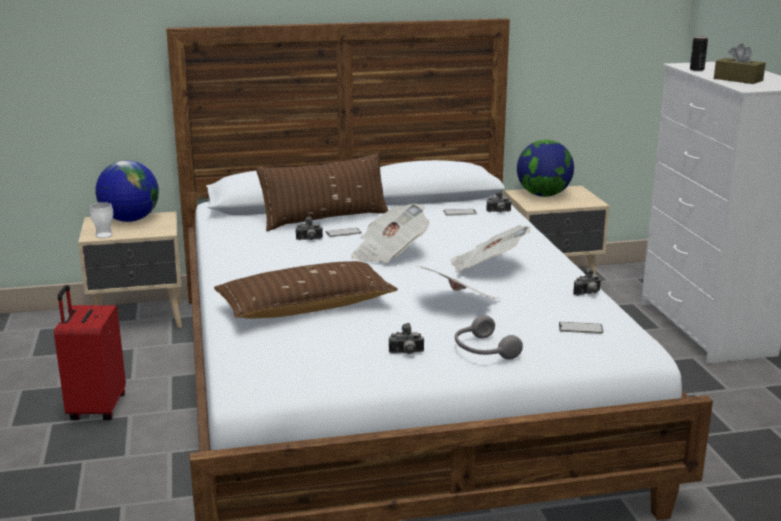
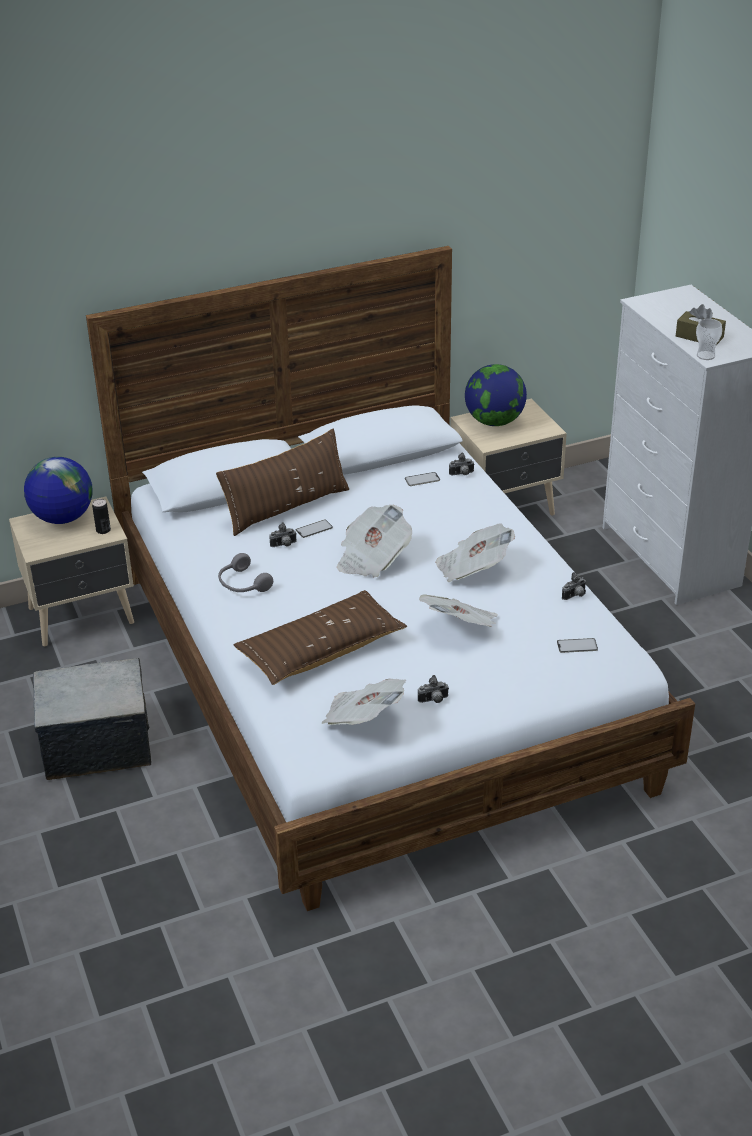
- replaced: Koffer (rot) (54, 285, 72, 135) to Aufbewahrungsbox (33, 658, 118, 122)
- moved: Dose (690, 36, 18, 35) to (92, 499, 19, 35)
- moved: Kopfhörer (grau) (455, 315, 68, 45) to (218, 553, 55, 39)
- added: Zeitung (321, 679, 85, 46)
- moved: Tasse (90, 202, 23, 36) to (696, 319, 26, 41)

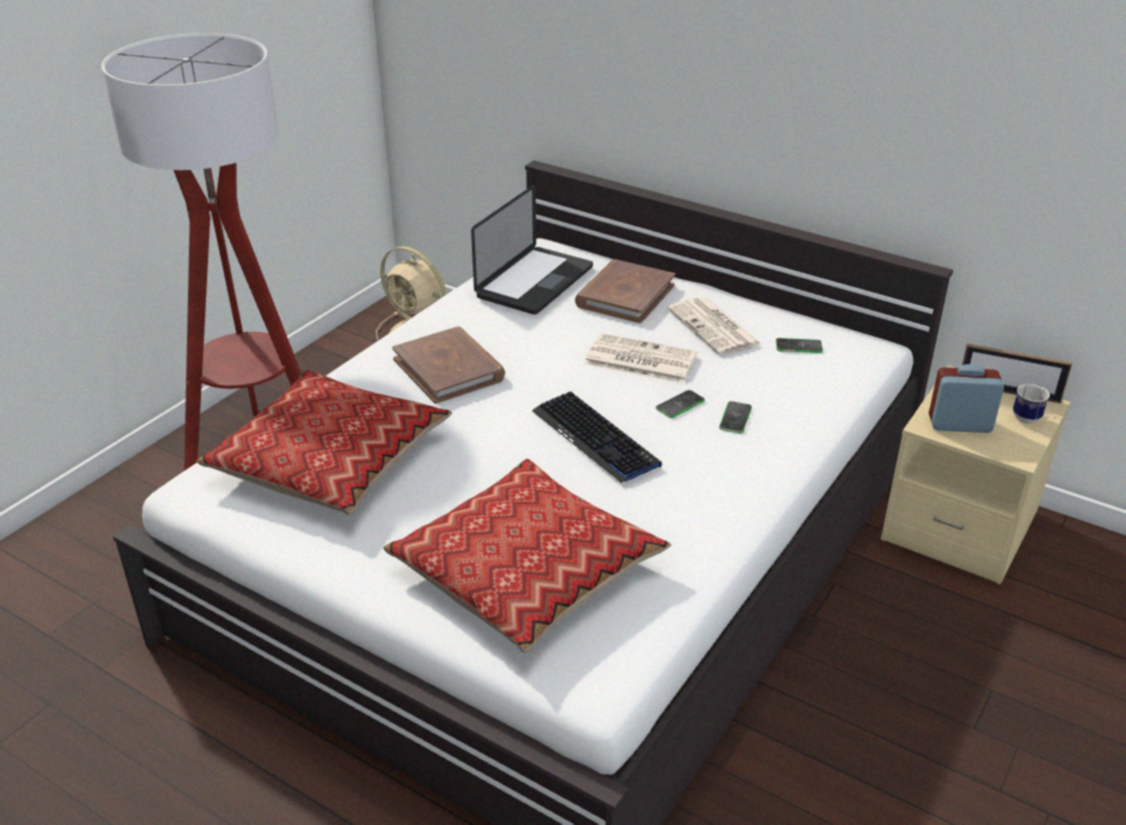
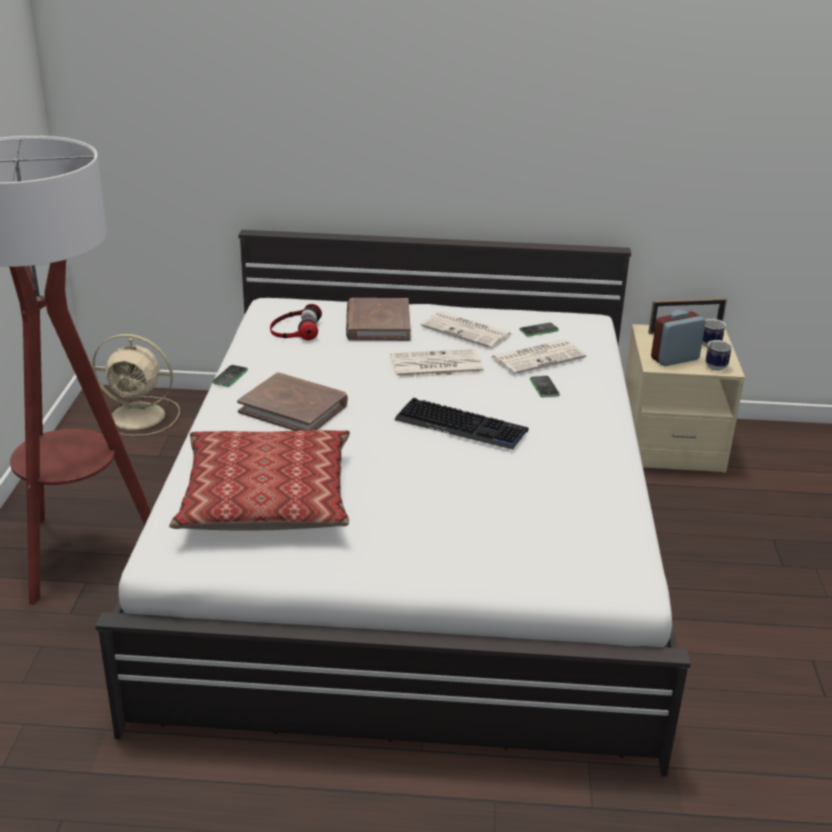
- moved: Handy (656, 390, 49, 28) to (212, 365, 36, 22)
- replaced: Laptop (471, 185, 122, 130) to Kopfhörer (270, 304, 52, 36)
- added: Zeitung (489, 340, 97, 34)
- added: Henkelbecher (706, 340, 26, 31)
- removed: Kissen (383, 458, 288, 195)

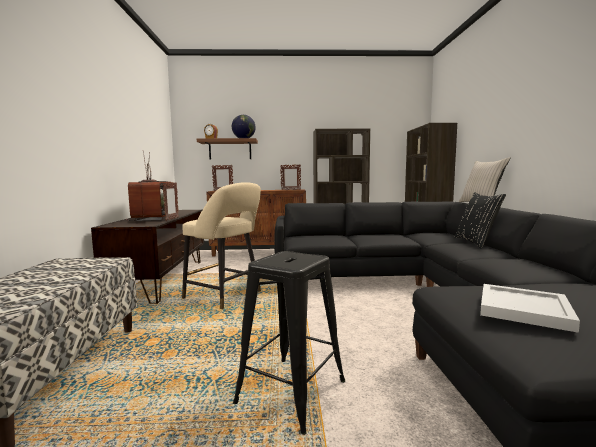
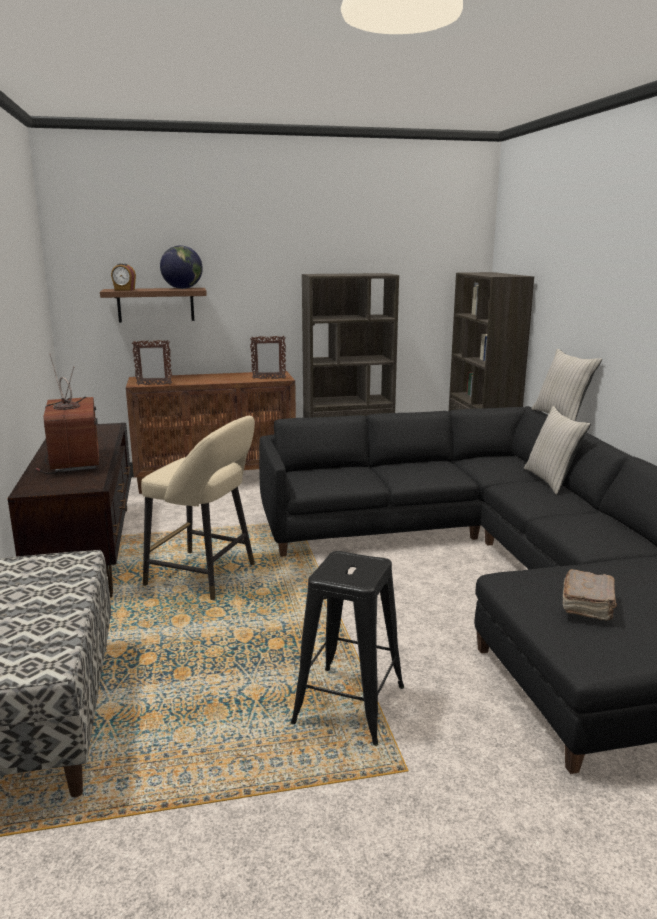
- recoloured: Kissen (schwarz) (455, 192, 51, 57) to Kissen (beige) (524, 406, 67, 89)
- replaced: Tablett (weiß) (480, 284, 100, 49) to Buch (braun) (563, 569, 54, 51)
- removed: Bilderrahmen (163, 182, 16, 39)

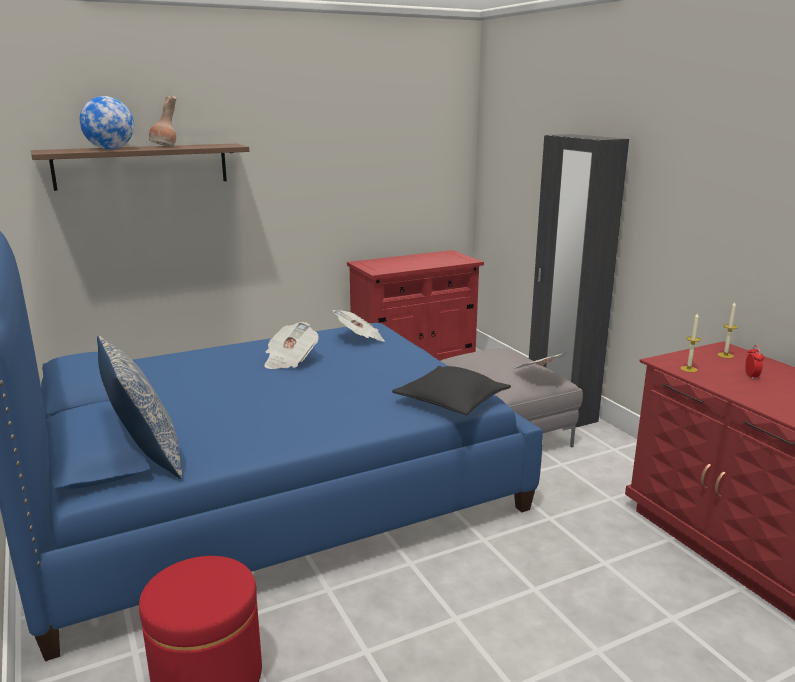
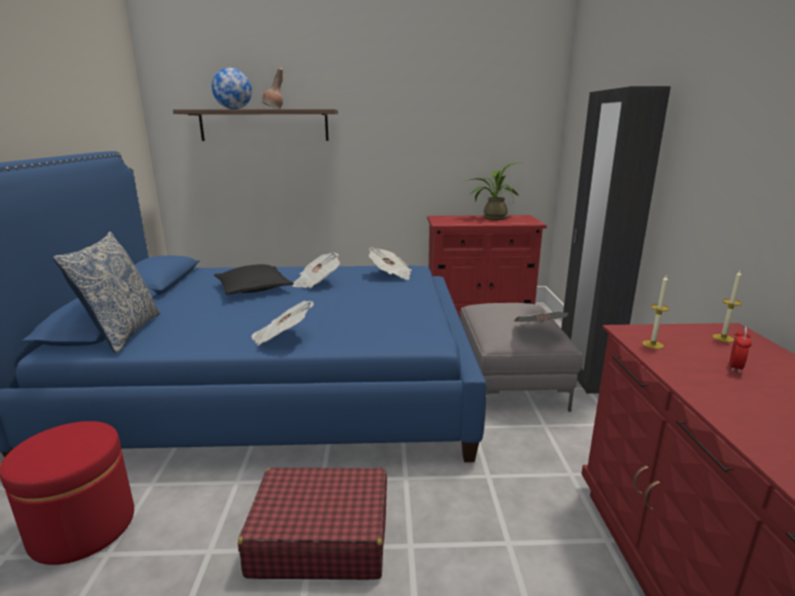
- moved: Kissen (schwarz) (392, 366, 119, 49) to (214, 264, 80, 30)
- added: Koffer (rot) (238, 468, 149, 112)
- added: Zeitung (251, 301, 63, 45)
- added: Topfpflanze (466, 162, 55, 58)

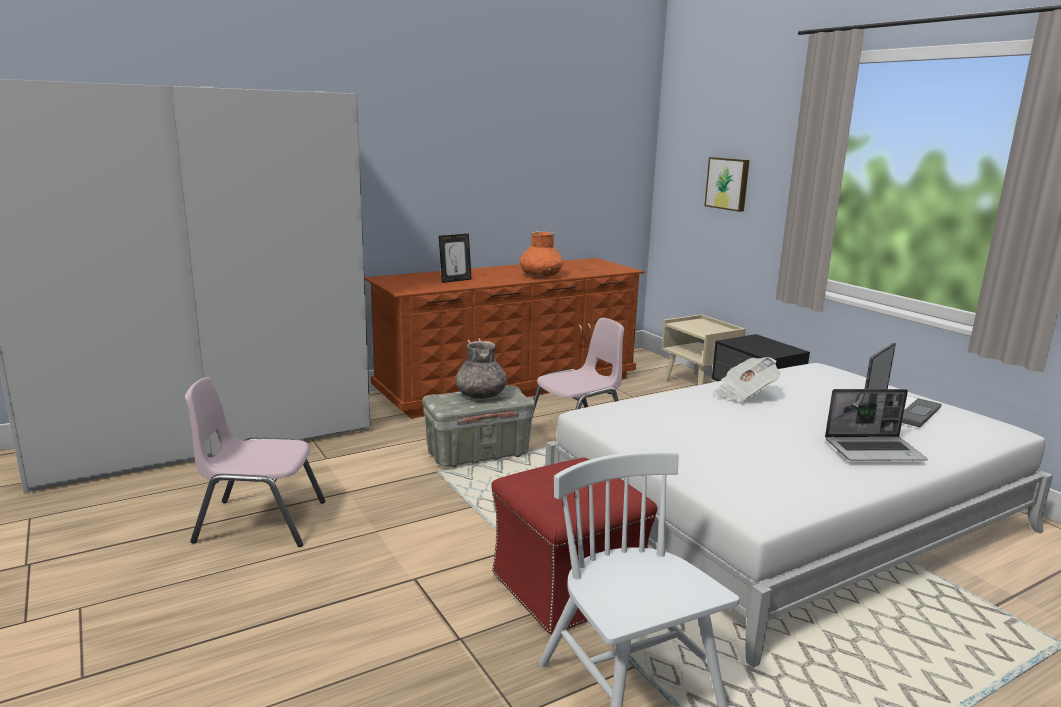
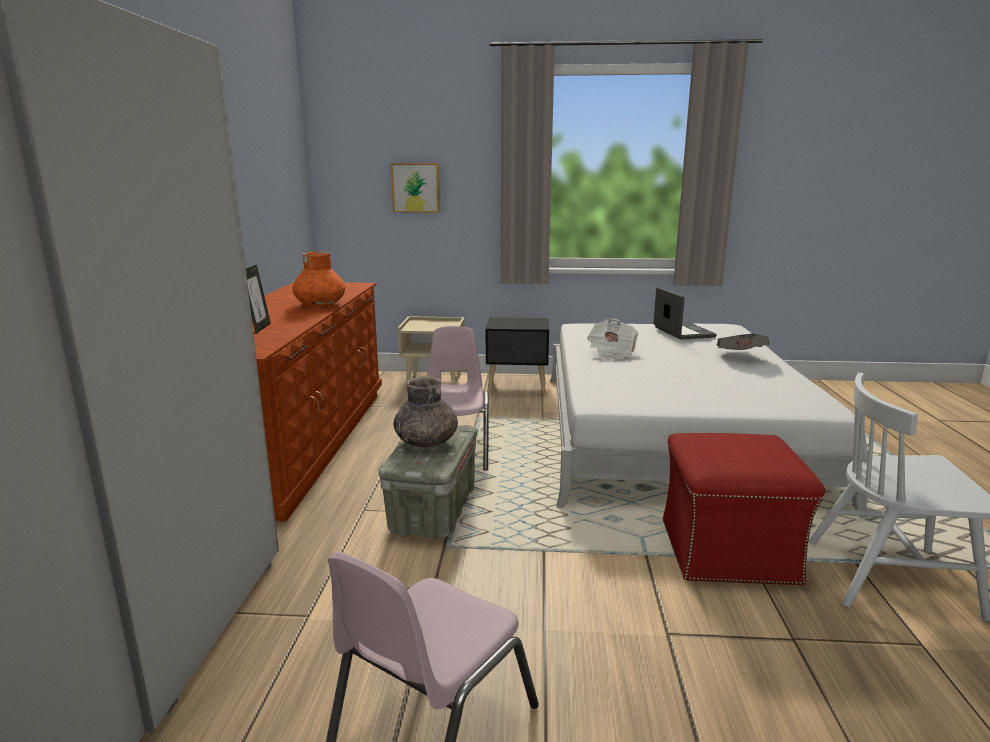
- replaced: Laptop (825, 389, 103, 72) to Zeitung (717, 334, 53, 16)

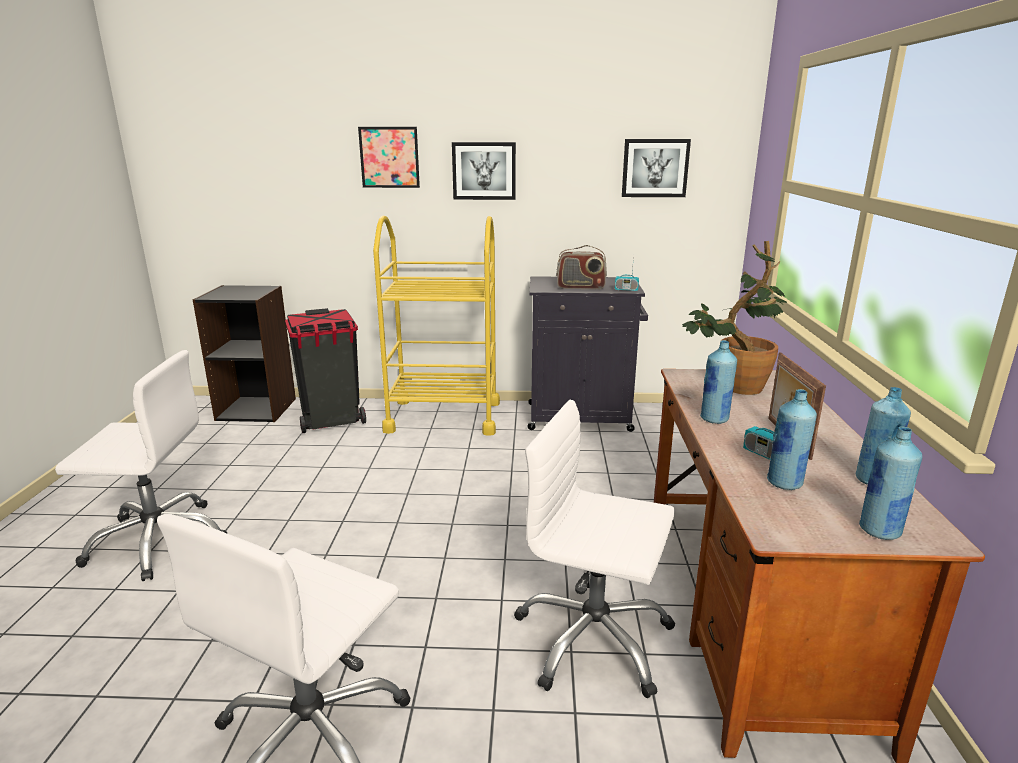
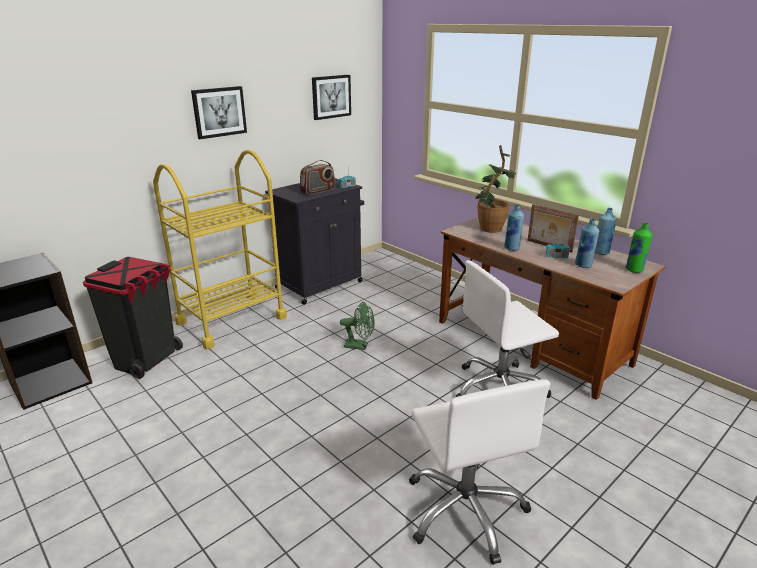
- added: Ventilator (grün) (340, 302, 35, 48)
- recoloured: Flasche (blau) (859, 427, 63, 113) to Flasche (grün) (625, 223, 27, 50)
- removed: Bürostuhl (weiß) (55, 350, 173, 231)
- removed: Bild (358, 127, 62, 61)

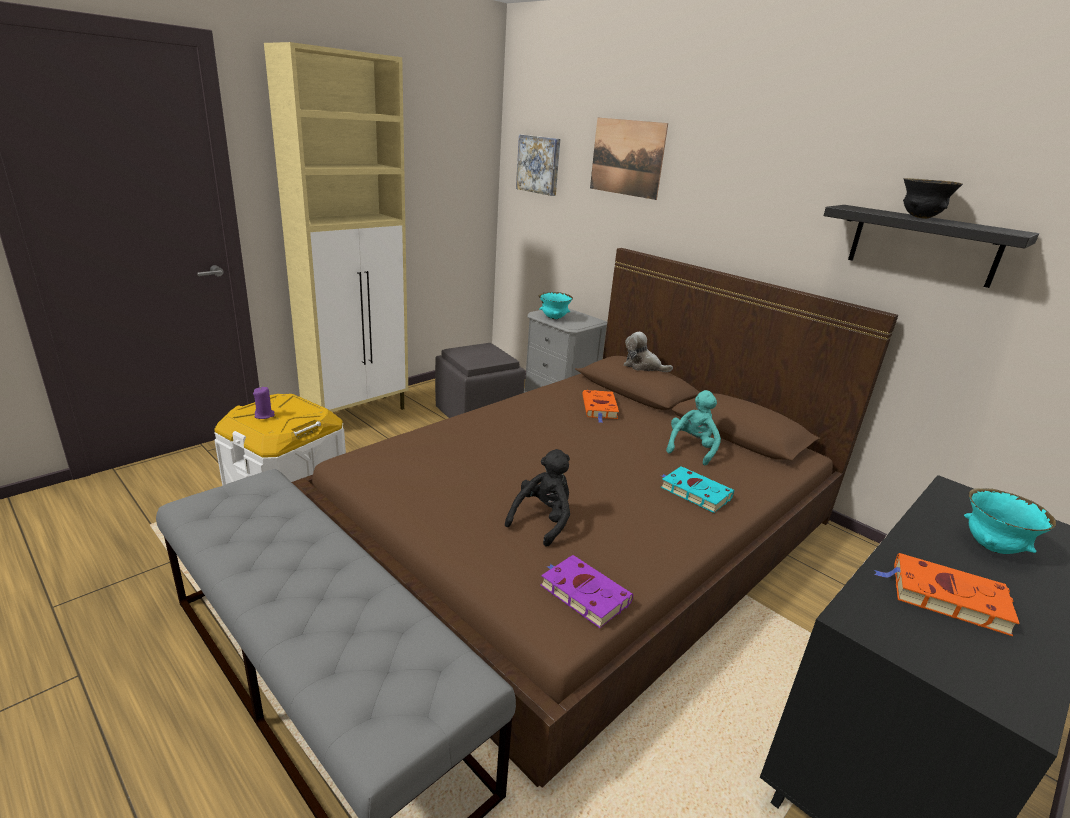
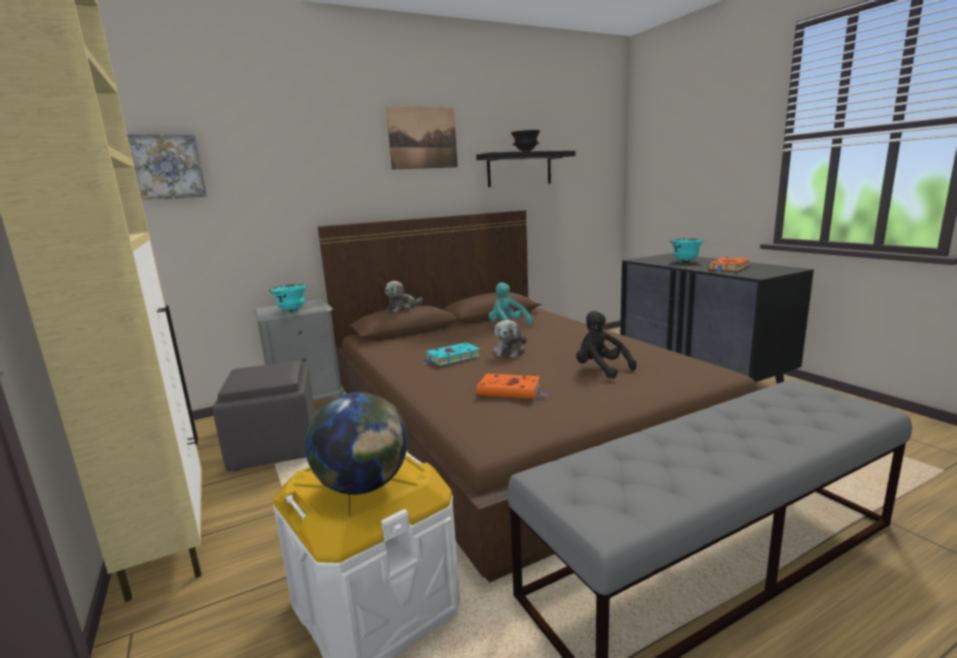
- replaced: Kerze (lila) (253, 387, 22, 32) to Globus (305, 392, 102, 103)
- moved: Bild (590, 117, 78, 83) to (386, 107, 72, 63)
- moved: Buch (türkis) (661, 466, 73, 47) to (423, 342, 57, 24)
- moved: Buch (orange) (582, 390, 37, 33) to (476, 373, 71, 26)
- added: Plüschtier (493, 320, 34, 37)
- removed: Buch (lila) (540, 555, 93, 73)

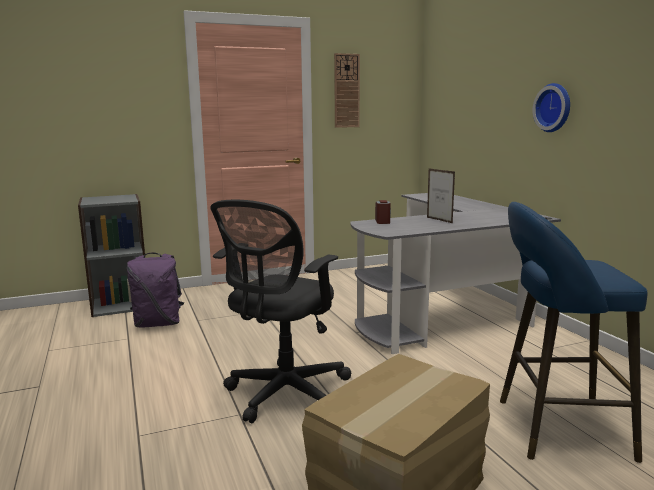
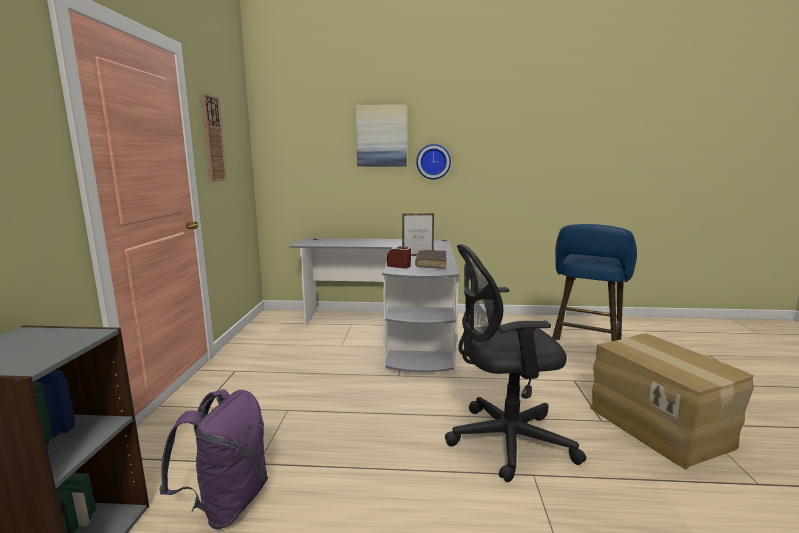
- added: Bild (356, 105, 51, 61)
- added: Buch (braun) (415, 250, 31, 19)
- turned: Bürostuhl (schwarz) (210, 200, 141, 223) = (445, 244, 141, 238) 120 degrees clockwise

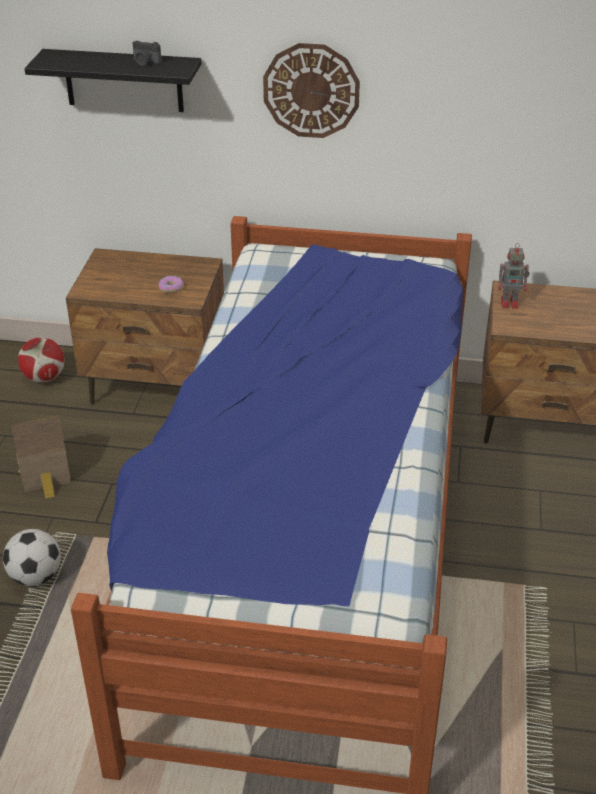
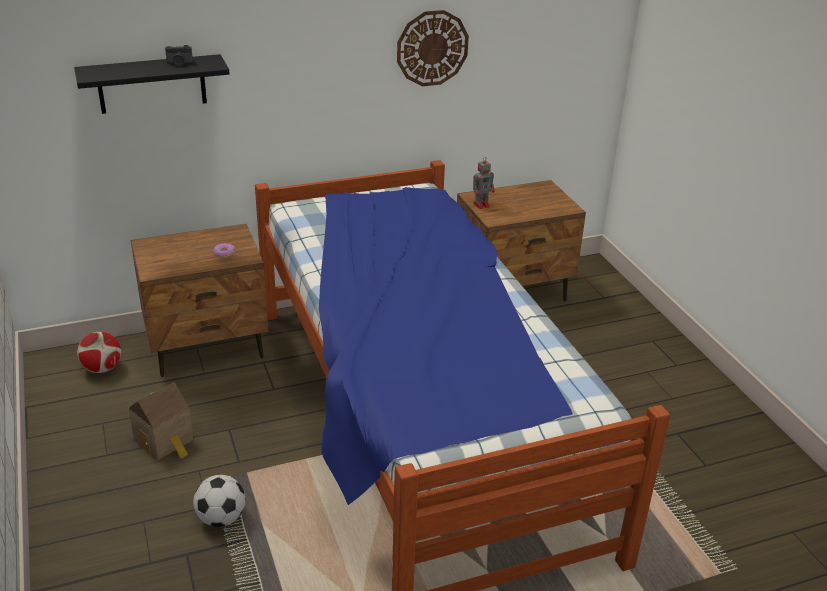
- moved: Wanduhr (263, 43, 97, 95) to (397, 10, 72, 76)

